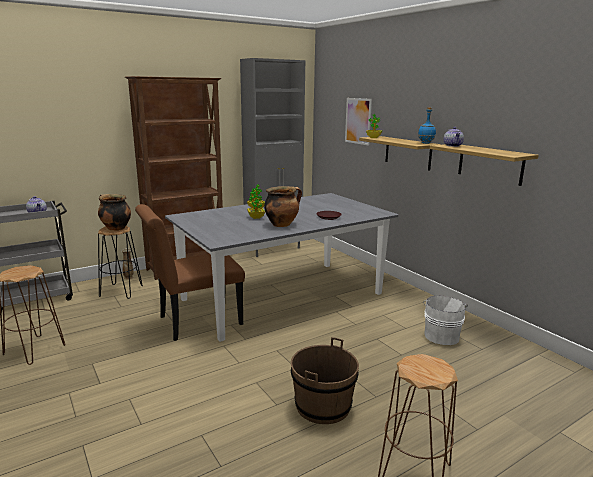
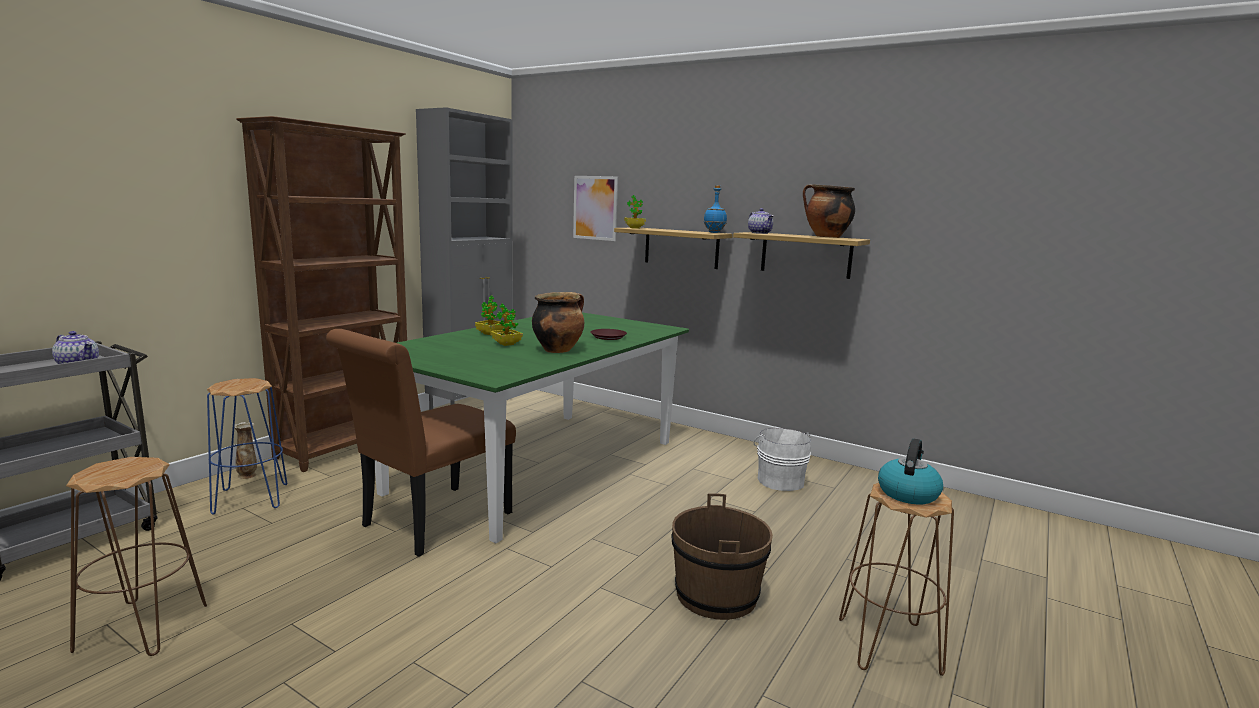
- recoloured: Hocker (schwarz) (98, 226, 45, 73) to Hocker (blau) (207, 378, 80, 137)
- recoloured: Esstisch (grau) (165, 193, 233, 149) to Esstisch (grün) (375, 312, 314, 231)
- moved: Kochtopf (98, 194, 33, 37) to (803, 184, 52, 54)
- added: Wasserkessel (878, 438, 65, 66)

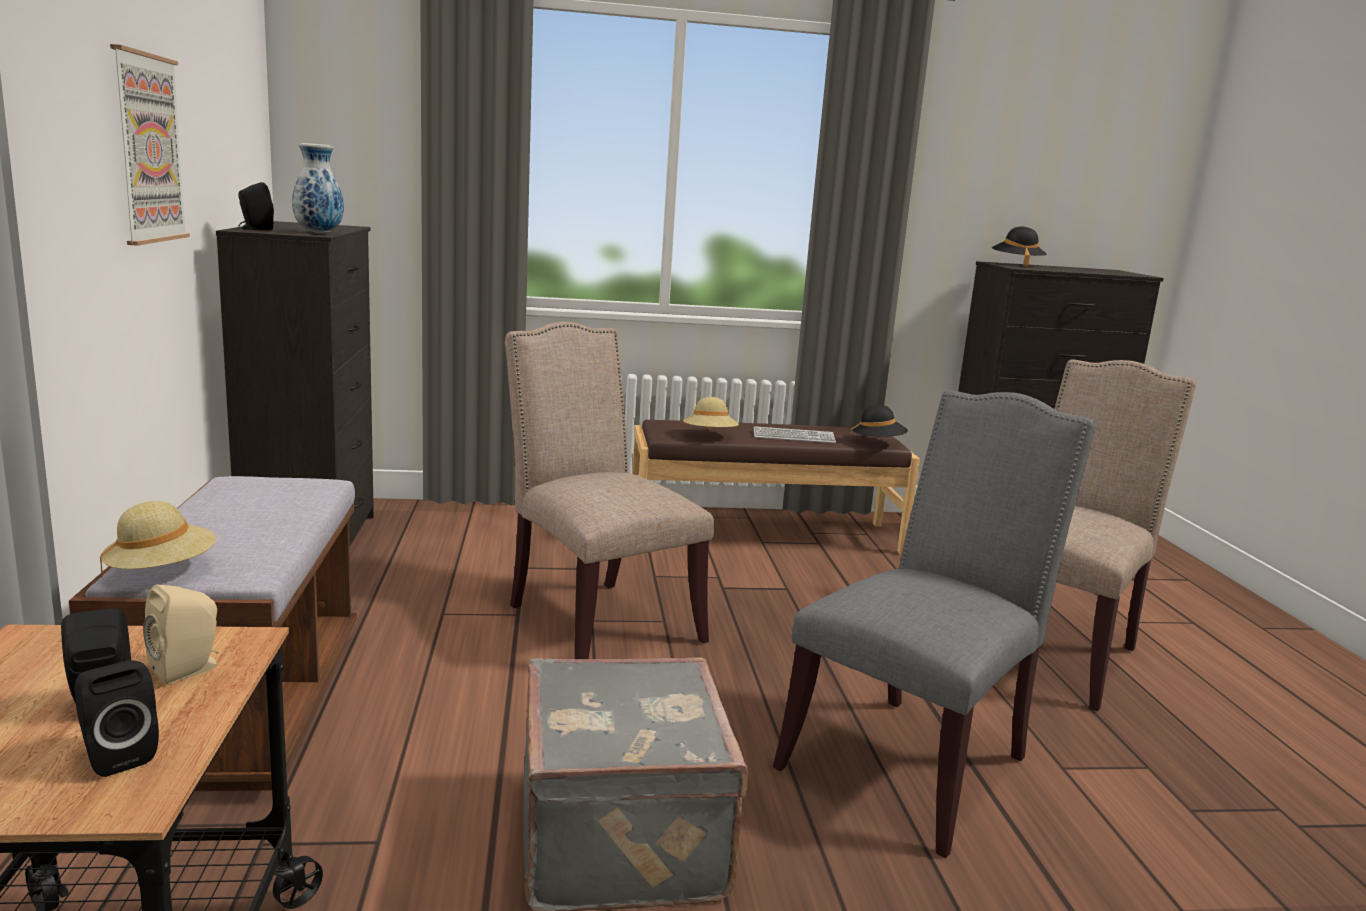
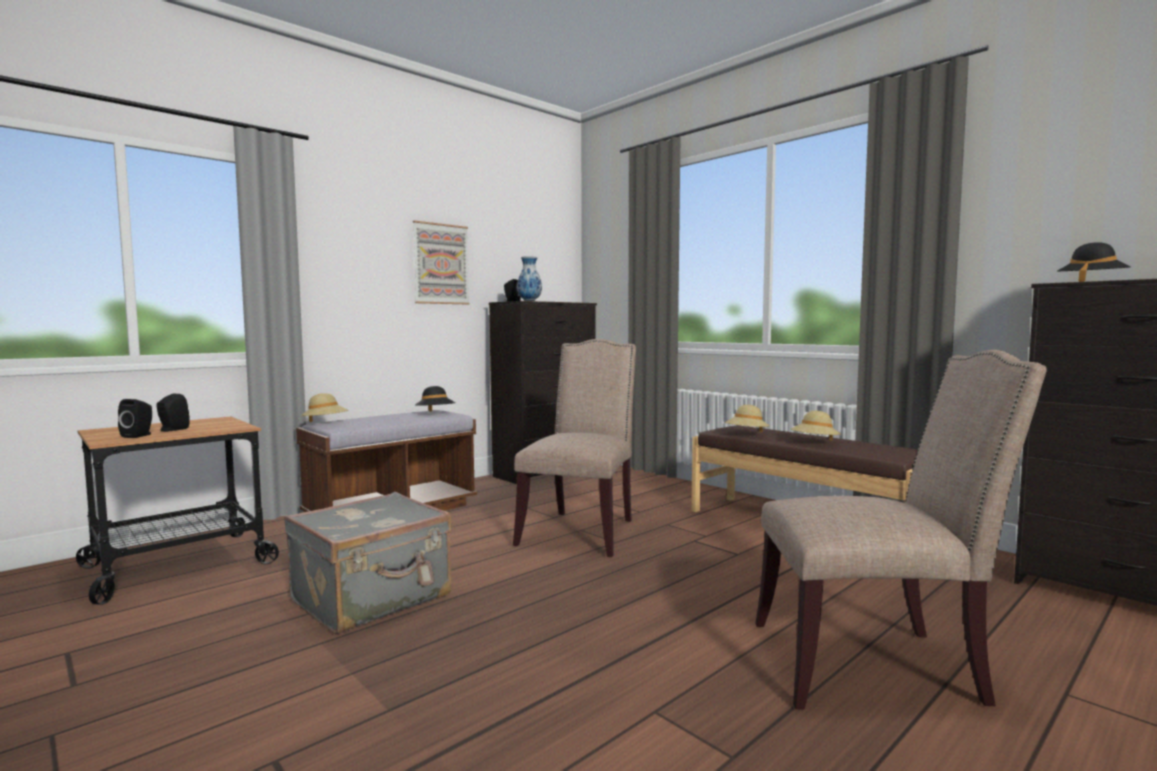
- moved: Hut (schwarz) (850, 405, 58, 31) to (415, 386, 41, 26)
- replaced: Tastatur (754, 426, 82, 17) to Hut (beige) (791, 411, 50, 30)
- removed: Lautsprecher (beige) (143, 585, 76, 99)
- removed: Stuhl (grau) (773, 390, 323, 468)

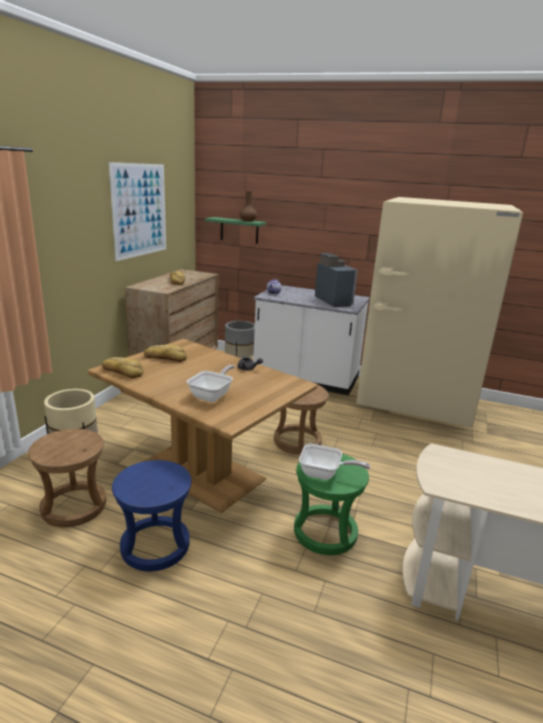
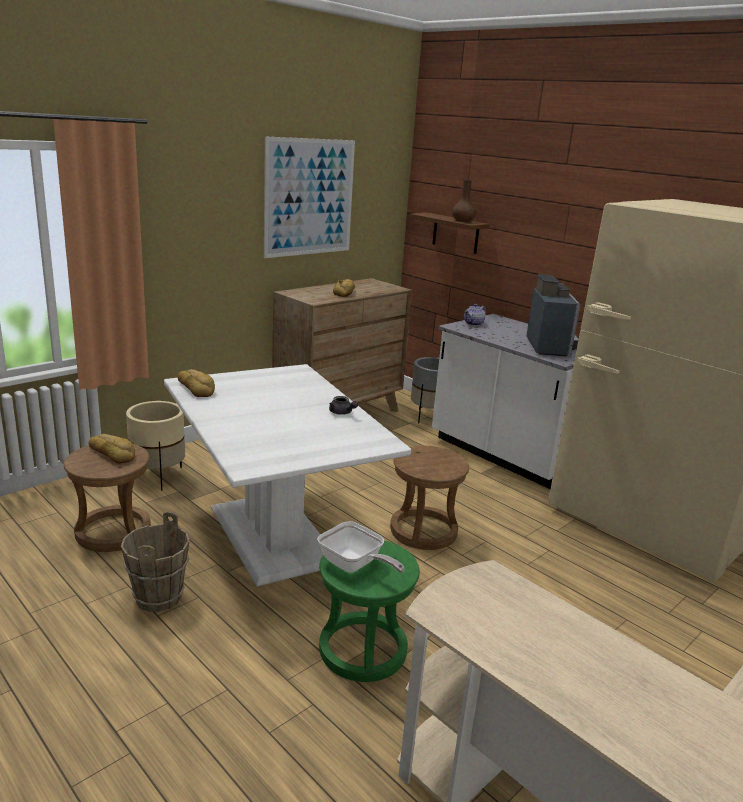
- moved: Brot (144, 345, 43, 17) to (89, 434, 46, 30)
- replaced: Hocker (blau) (112, 460, 80, 111) to Eimer (braun) (121, 512, 69, 100)
- recoloured: Esstisch (braun) (88, 339, 229, 174) to Esstisch (weiß) (164, 364, 247, 223)
- recoloured: Wandregal (grün) (205, 217, 61, 27) to Wandregal (braun) (410, 213, 79, 41)
- removed: Pfanne (187, 365, 48, 37)

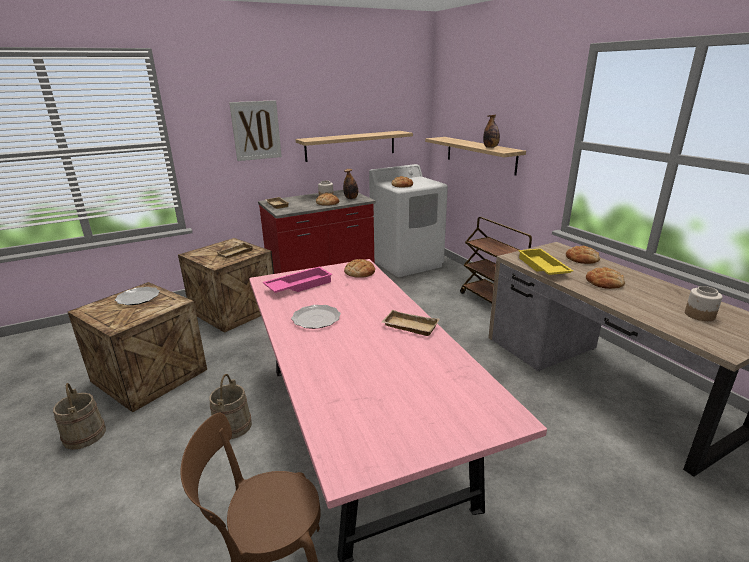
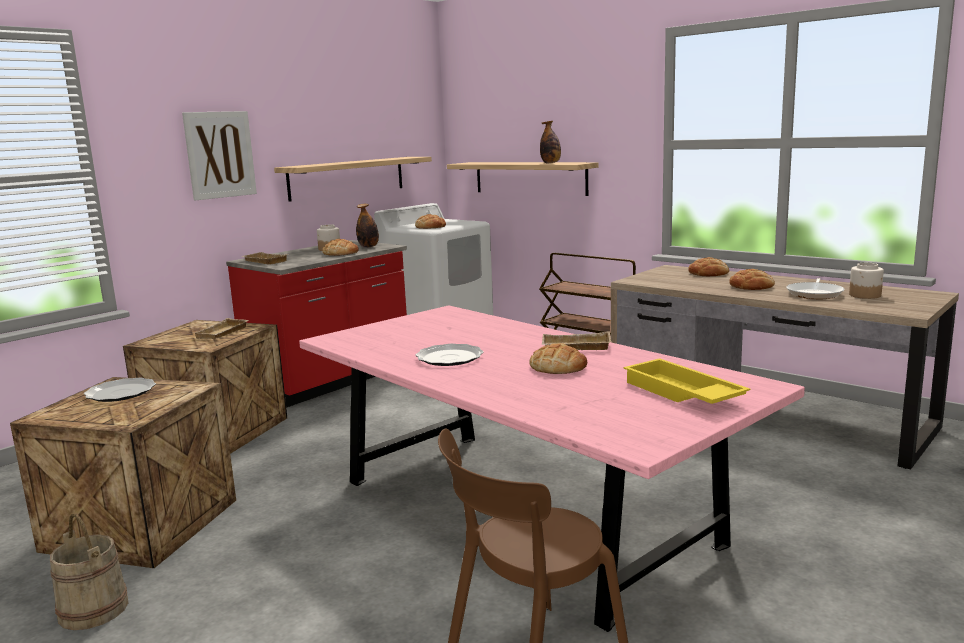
- moved: Brot (344, 259, 31, 19) to (529, 343, 58, 31)
- moved: Tablett (gelb) (518, 248, 55, 27) to (624, 358, 126, 46)
- added: Pfanne (786, 278, 58, 21)
- removed: Eimer (beige) (209, 374, 43, 65)
- removed: Tablett (rosa) (263, 267, 70, 26)

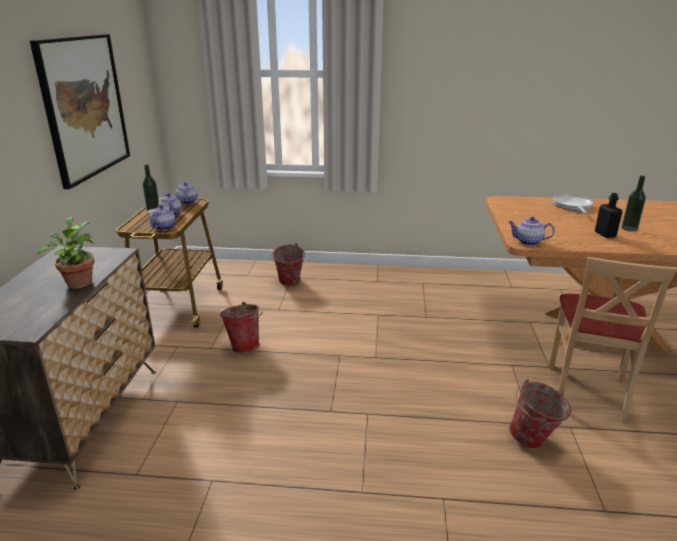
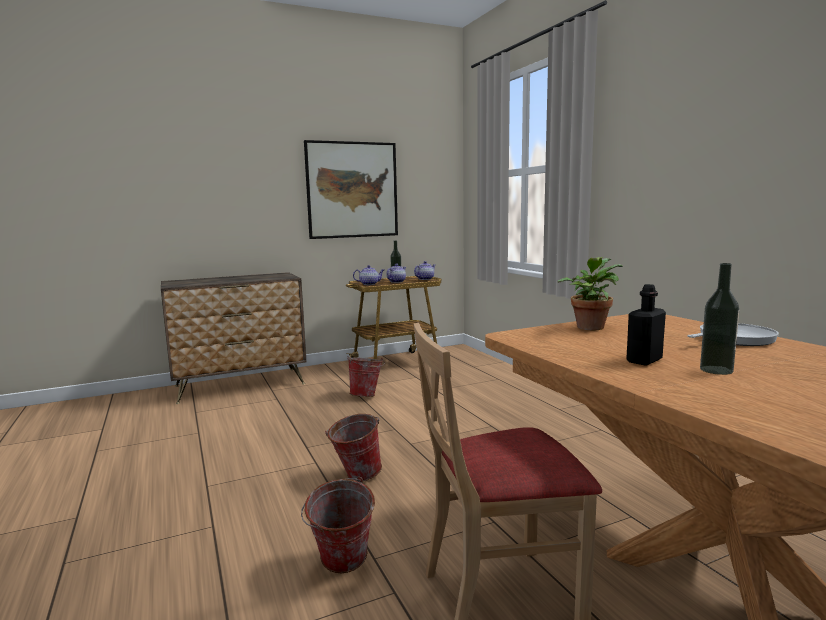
- moved: Eimer (271, 243, 34, 42) to (325, 414, 57, 67)
- moved: Topfpflanze (36, 217, 58, 72) to (557, 257, 66, 73)
- removed: Teekanne (509, 217, 46, 29)

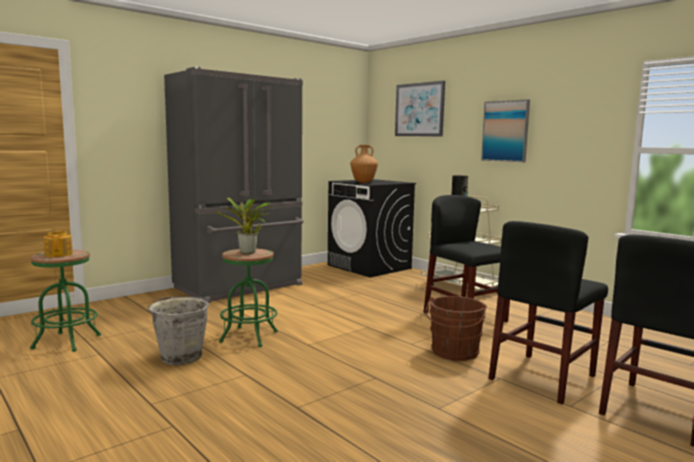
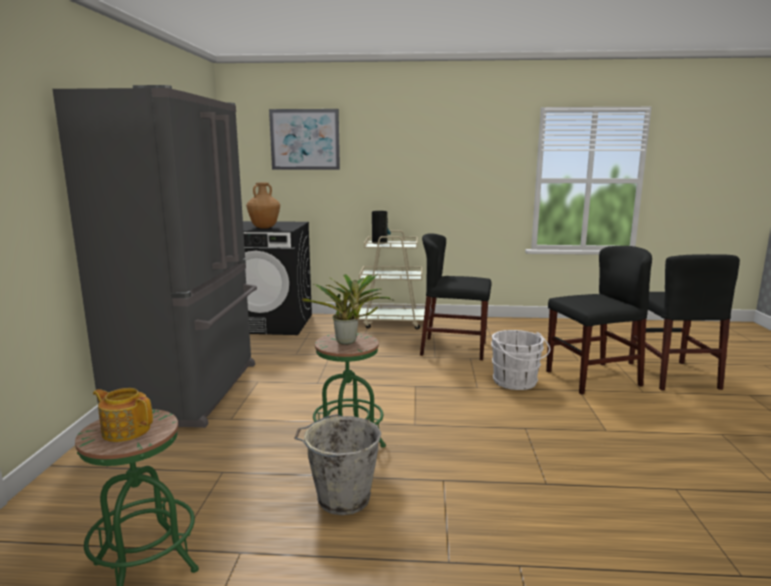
- recoloured: Eimer (braun) (425, 296, 62, 65) to Eimer (weiß) (491, 330, 59, 60)
- turned: Stuhl (schwarz) (488, 221, 120, 183) = (546, 246, 106, 149) 105 degrees counterclockwise
- removed: Bild (481, 99, 49, 63)

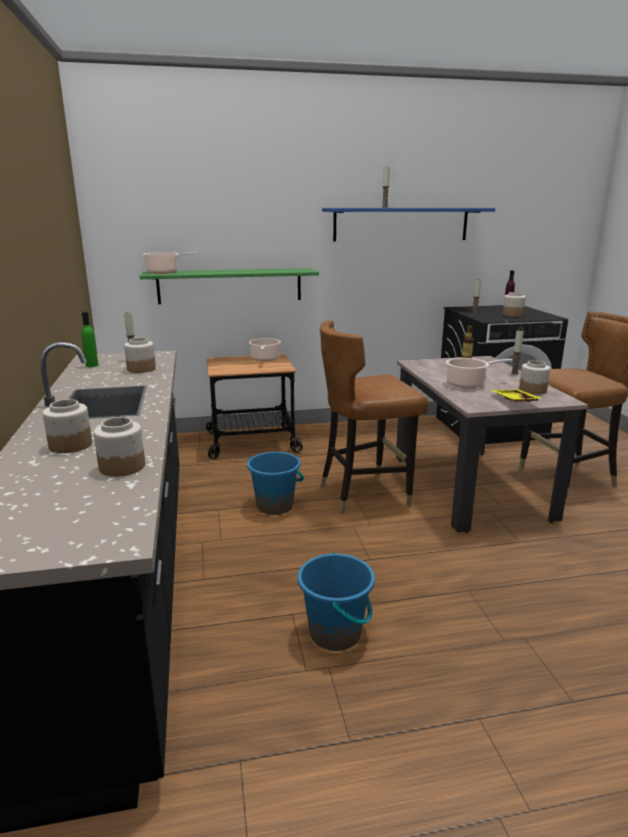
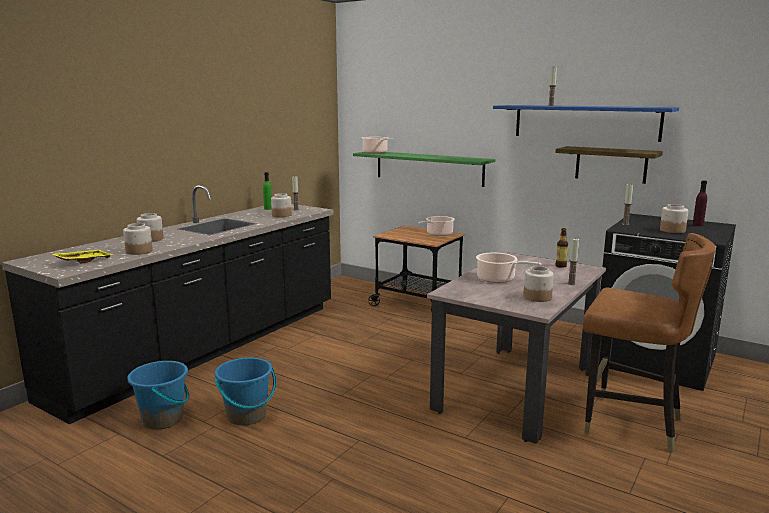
- moved: Tablett (gelb) (492, 389, 49, 13) to (52, 250, 62, 13)
- moved: Eimer (blau) (247, 452, 57, 63) to (127, 361, 62, 69)
- added: Wandregal (555, 146, 108, 38)
- removed: Stuhl (braun) (320, 320, 109, 194)

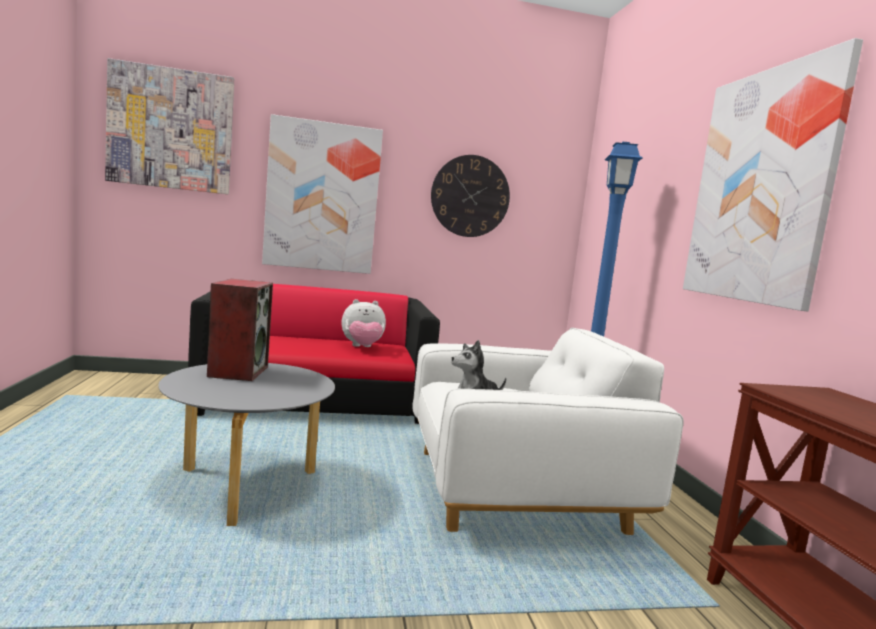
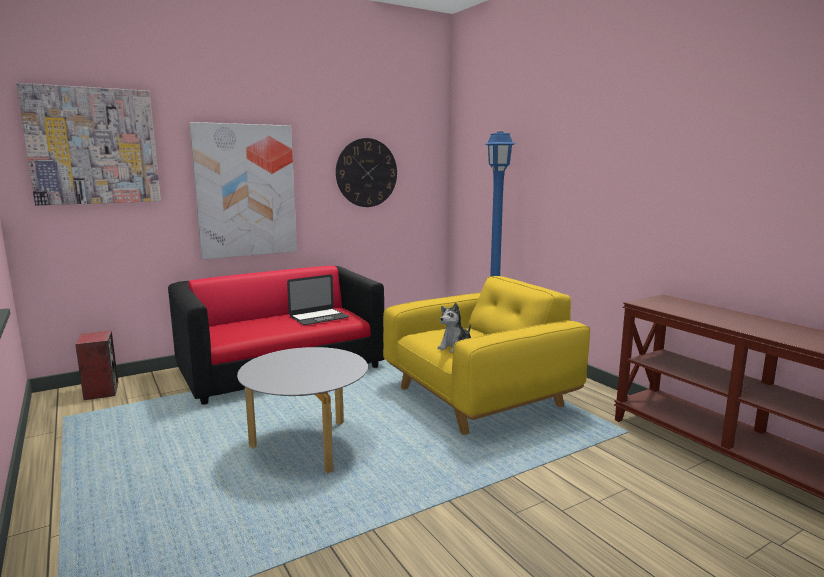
- moved: Lautsprecher (207, 279, 66, 102) to (75, 330, 43, 70)
- replaced: Plüschtier (342, 299, 44, 48) to Laptop (287, 274, 62, 51)
- recoloured: Sessel (weiß) (412, 328, 272, 207) to Sessel (gelb) (383, 276, 207, 159)
- removed: Bild (683, 38, 180, 273)

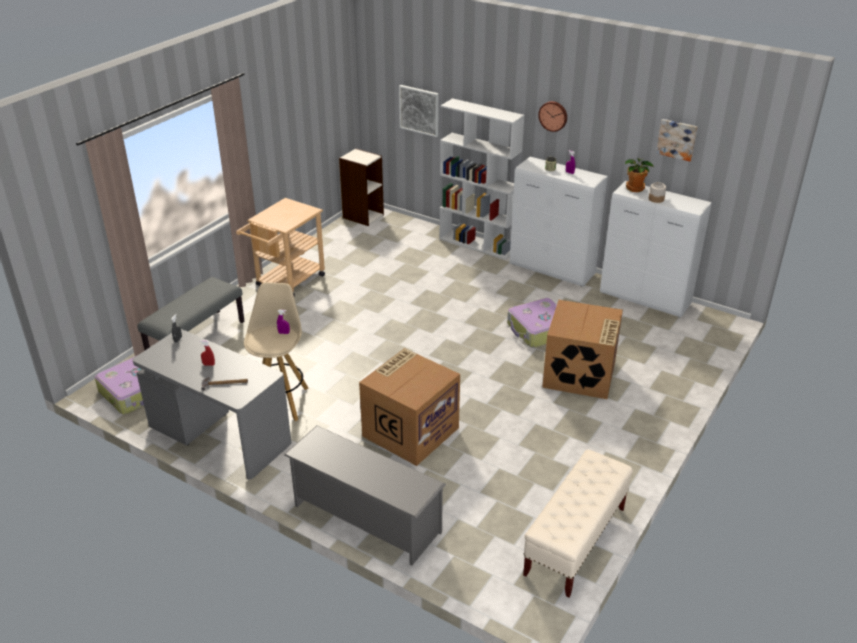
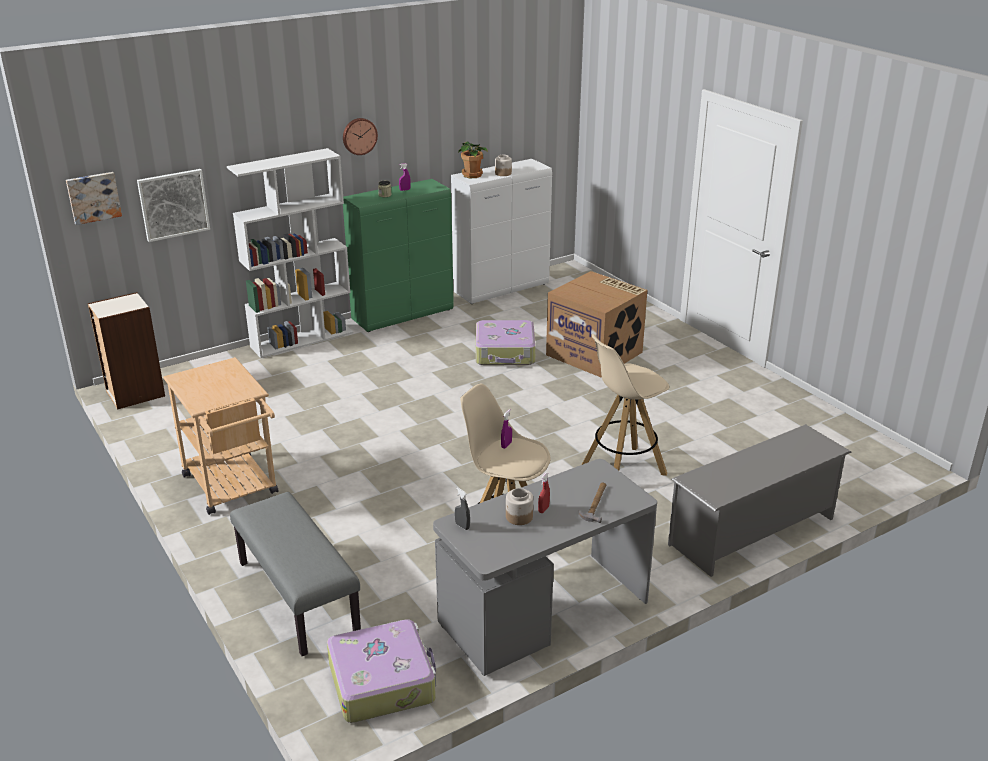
- moved: Bild (656, 119, 42, 42) to (66, 172, 56, 53)
- recoloured: Schrank (weiß) (510, 157, 98, 129) to Schrank (grün) (343, 179, 111, 153)
- added: Vorratsglas (506, 488, 27, 37)
- replaced: Karton (359, 348, 101, 118) to Hocker (beige) (582, 334, 87, 142)
- removed: Bank (beige) (523, 450, 110, 147)

